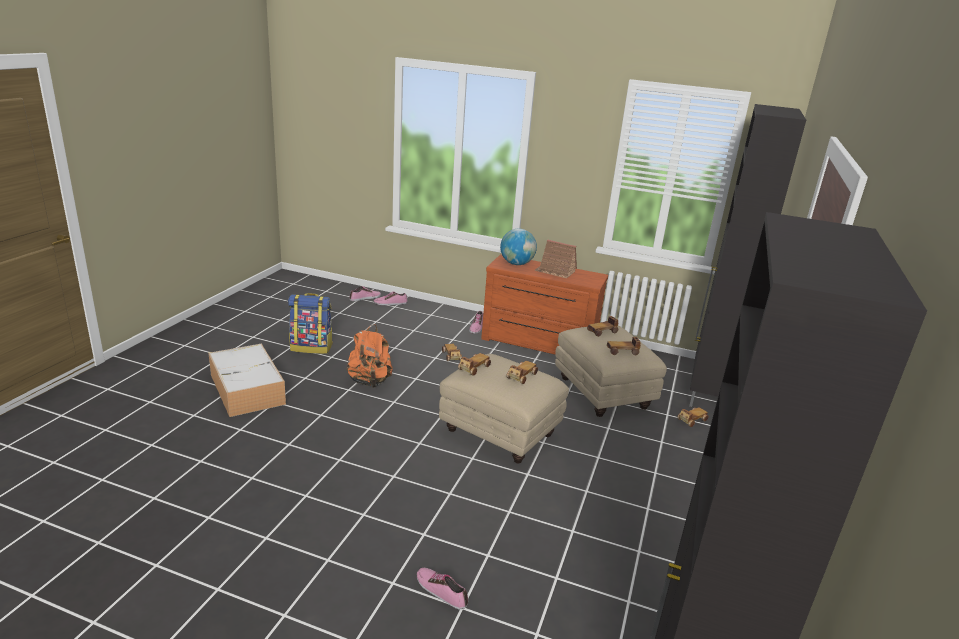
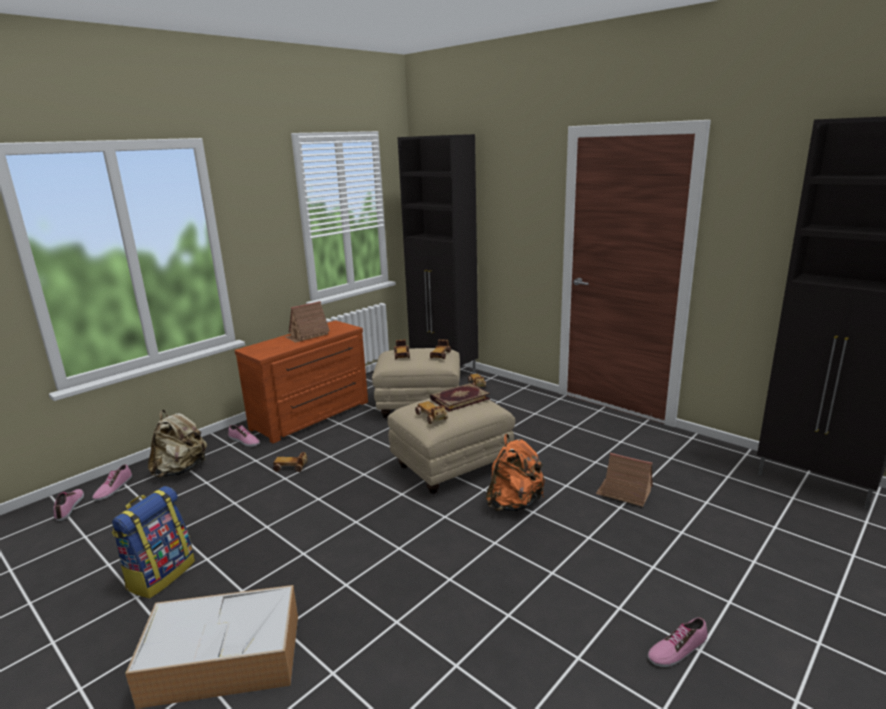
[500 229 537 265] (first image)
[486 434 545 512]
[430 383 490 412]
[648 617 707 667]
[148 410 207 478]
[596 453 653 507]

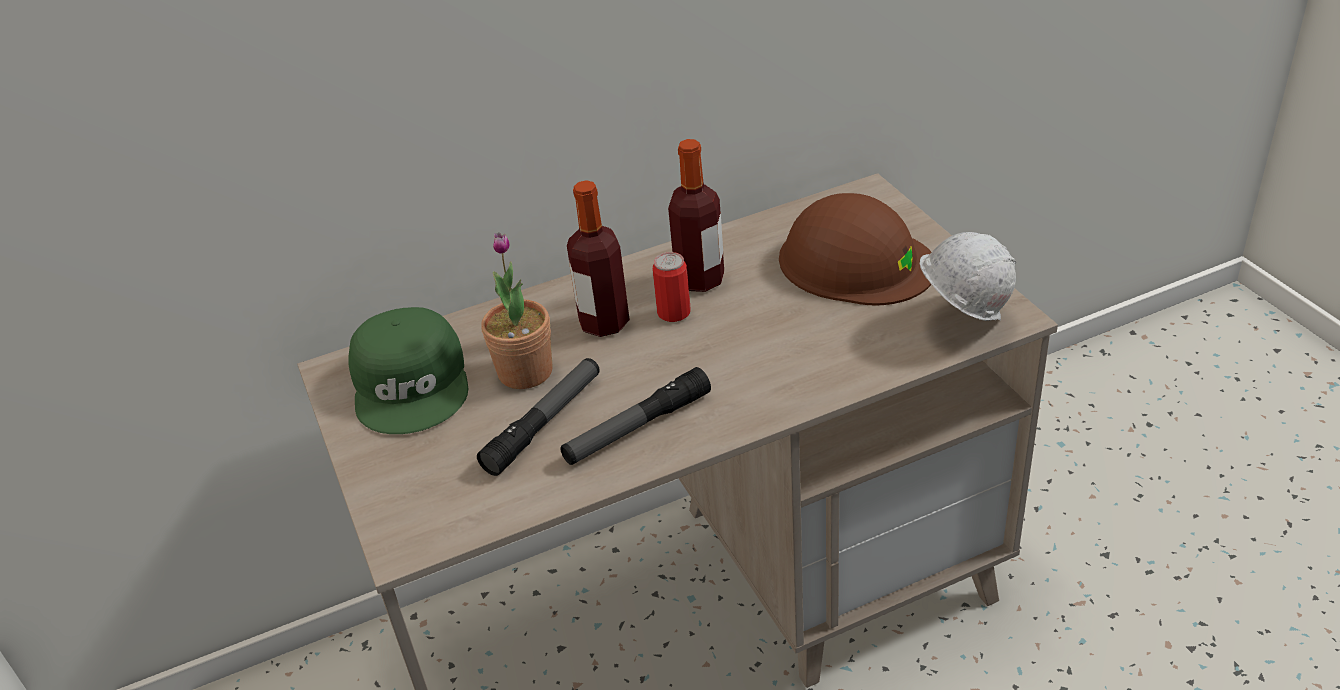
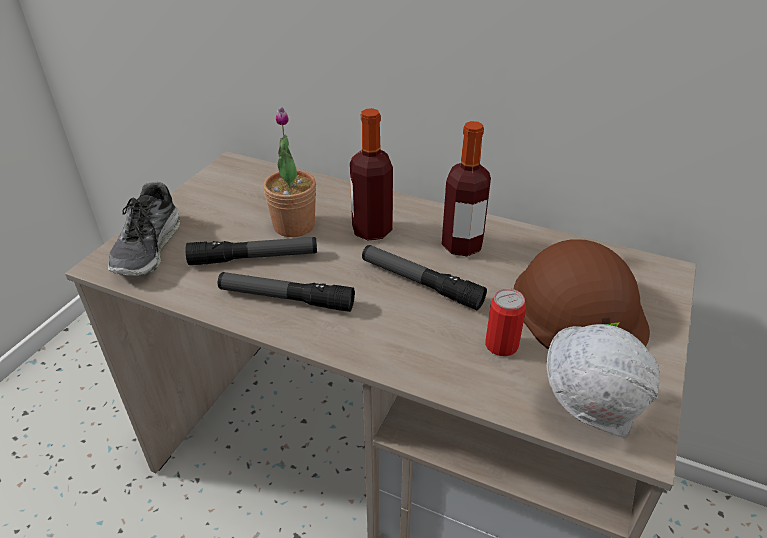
[485 288 526 356]
[348 307 468 434] (first image)
[108 182 180 276]
[362 245 487 310]

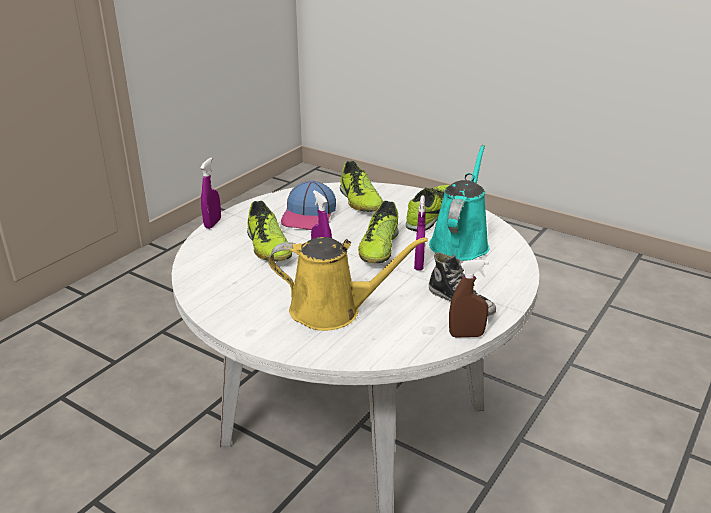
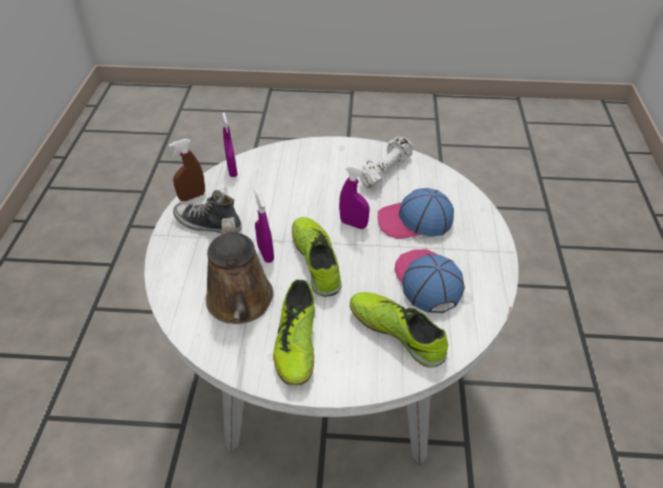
[206 217 274 324]
[222 112 237 177]
[378 188 454 239]
[268 237 428 331] (first image)
[359 137 413 189]

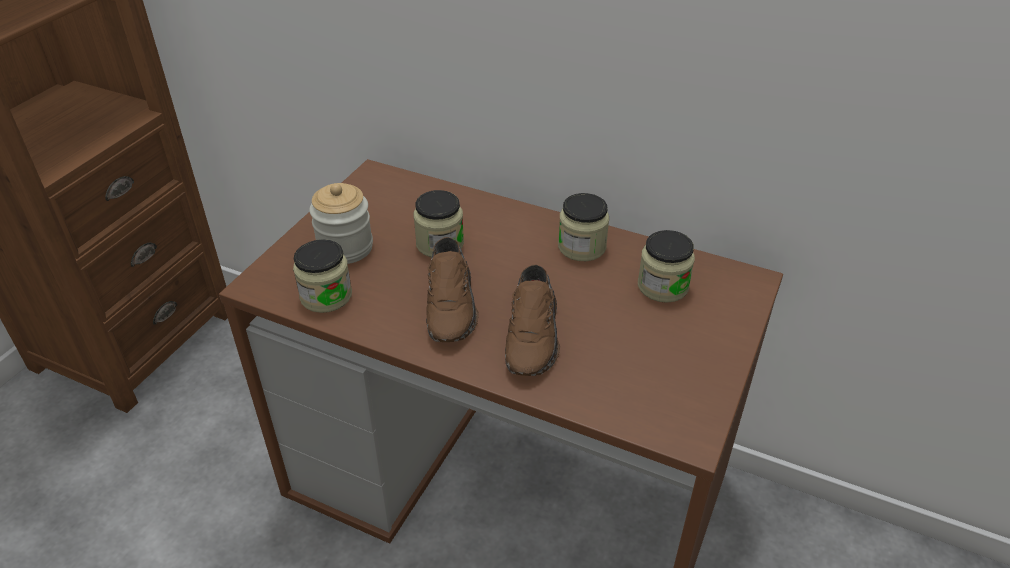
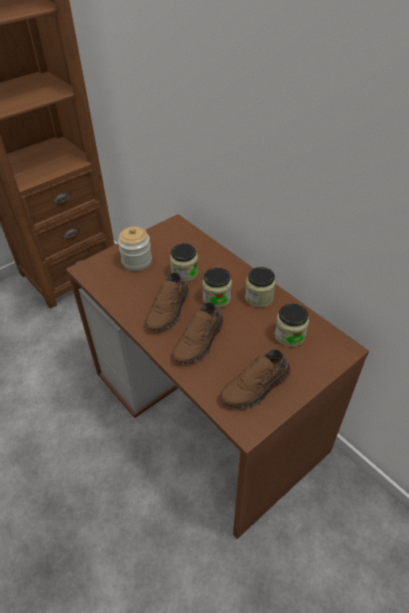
[202 268 232 308]
[221 349 291 409]

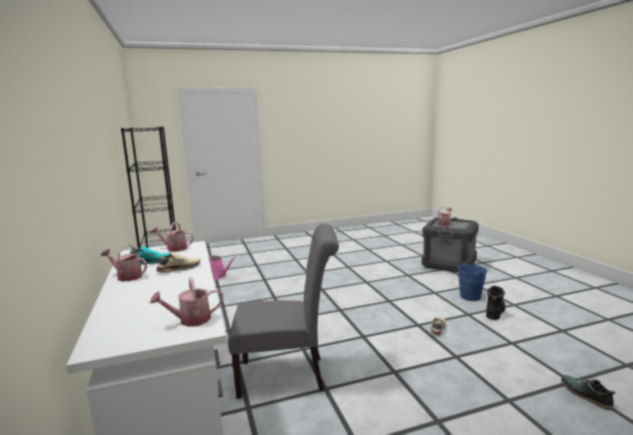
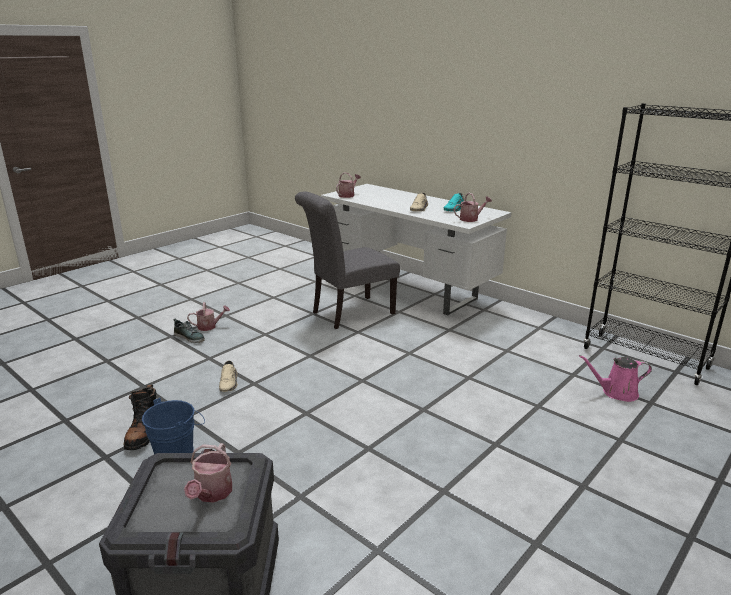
[187 302 230 331]
[173 319 205 343]

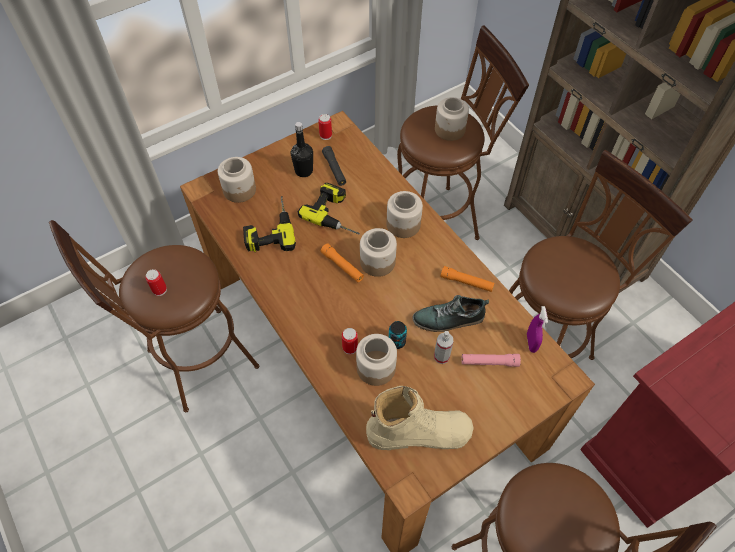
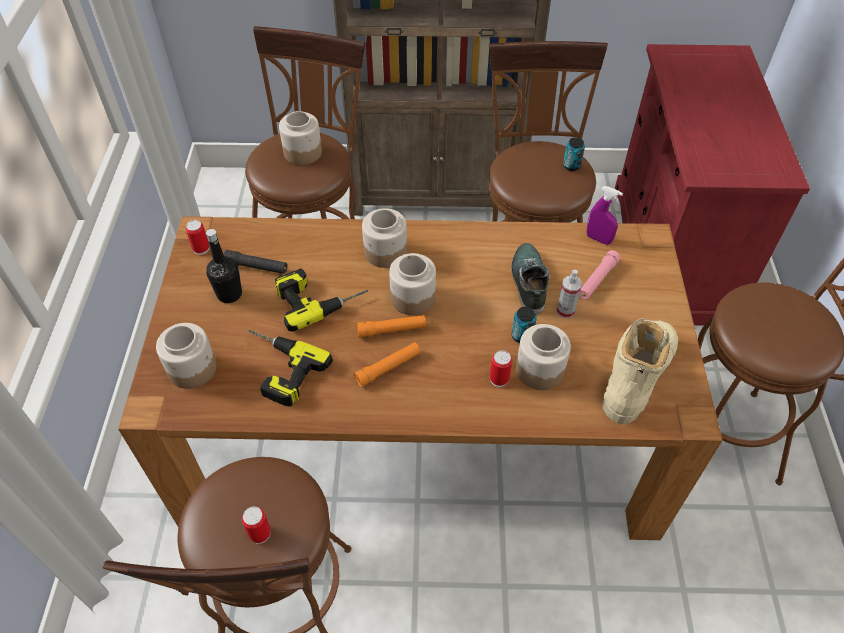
[354 342 421 387]
[511 243 549 314]
[563 137 585 171]

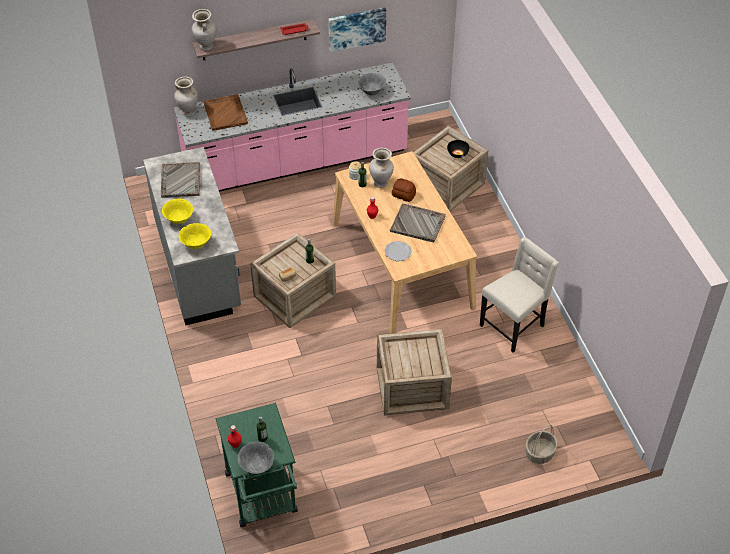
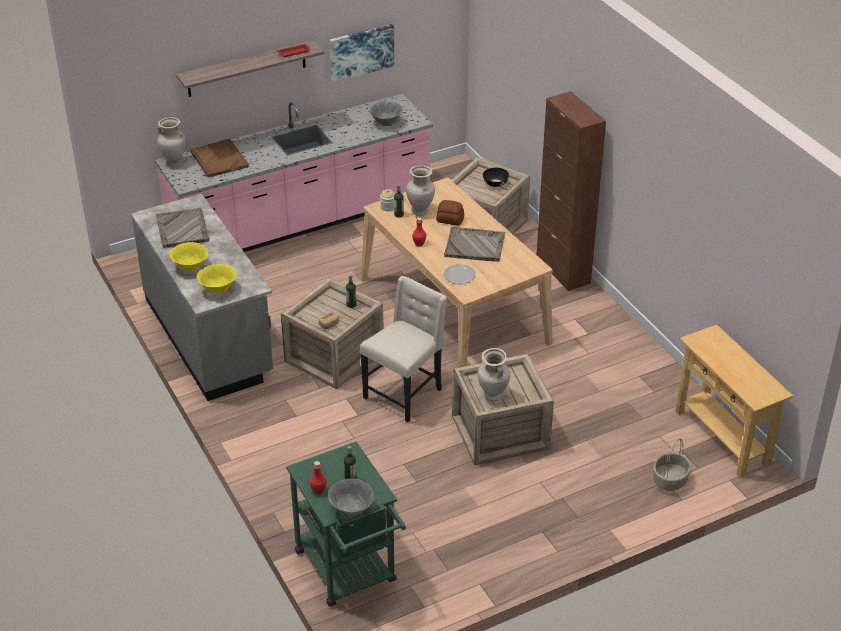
[478 348 510 402]
[360 276 447 422]
[537 91 606 291]
[676 324 793 478]

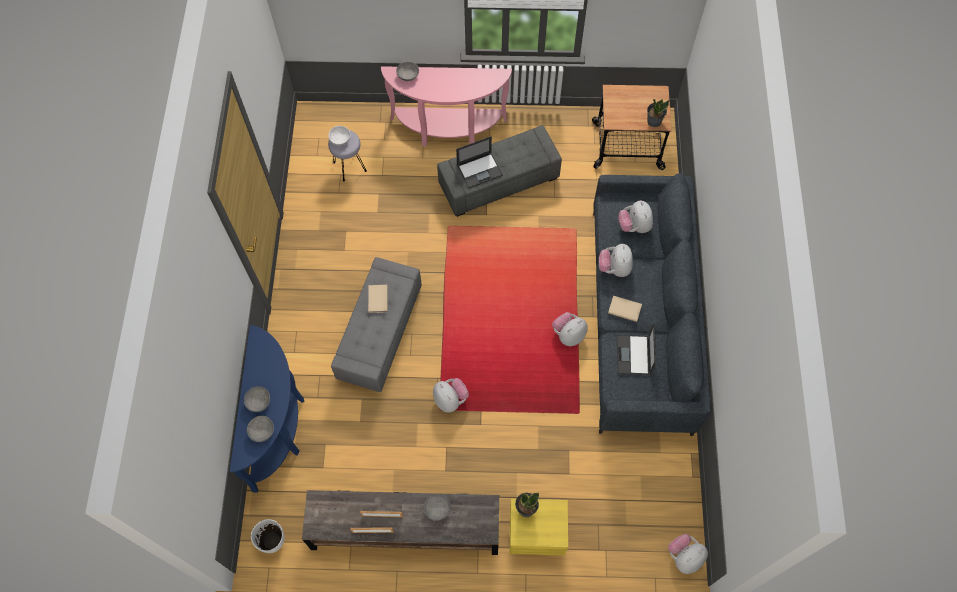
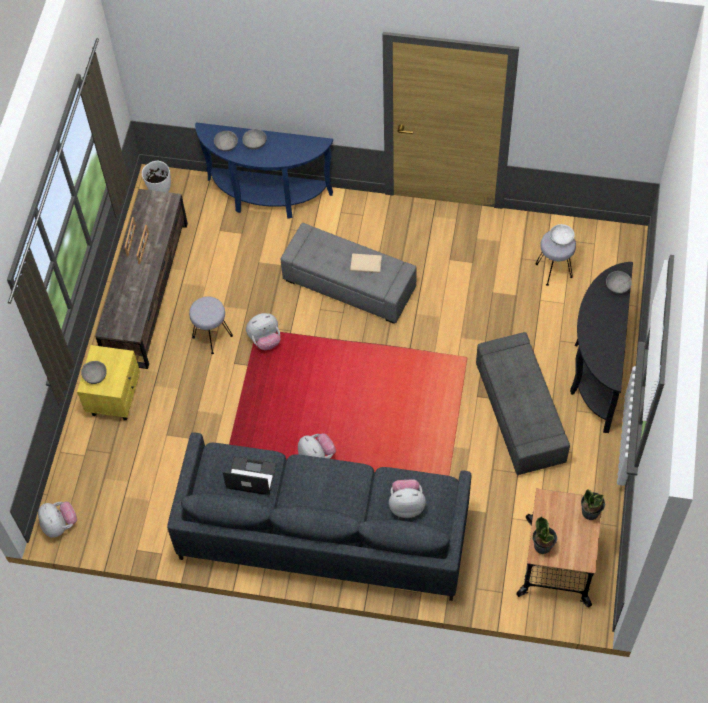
[570 262 633 433]
[456 136 503 188] (first image)
[599 244 633 277] (first image)
[608 296 642 322] (first image)
[581 489 605 520]
[81 361 107 384]
[189 297 233 354]

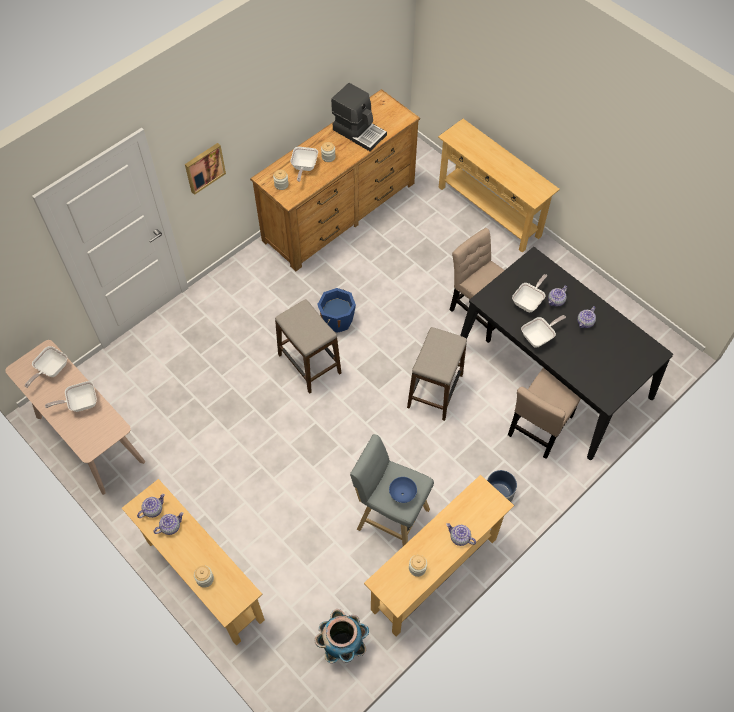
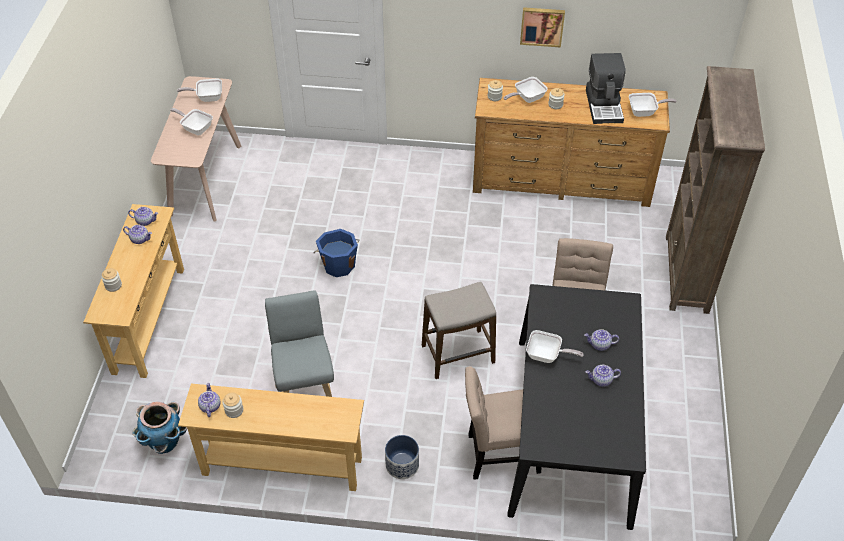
[666 66 765 314]
[520 7 565 48]
[629 93 677 117]
[313 229 360 277]
[275 299 341 394] (first image)
[389 477 417 503] (first image)
[198 383 220 417]

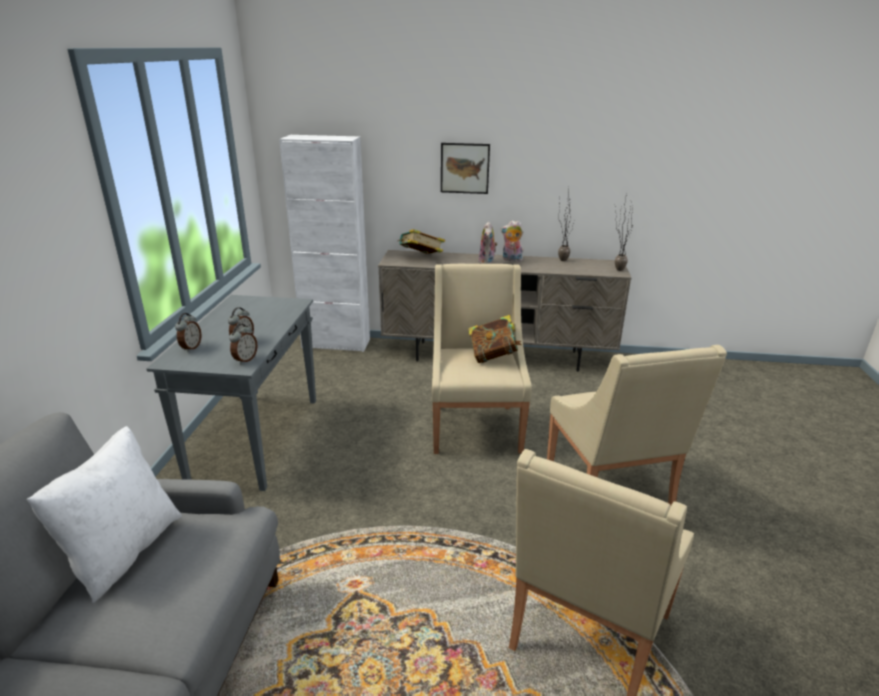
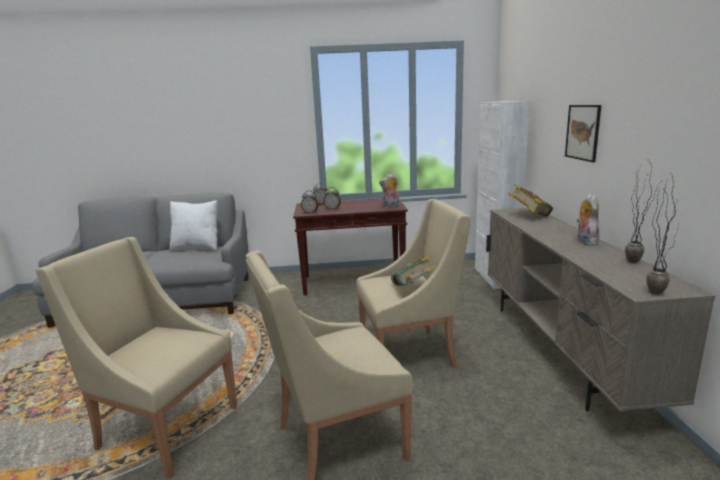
[379 174 399 208]
[293 198 408 295]

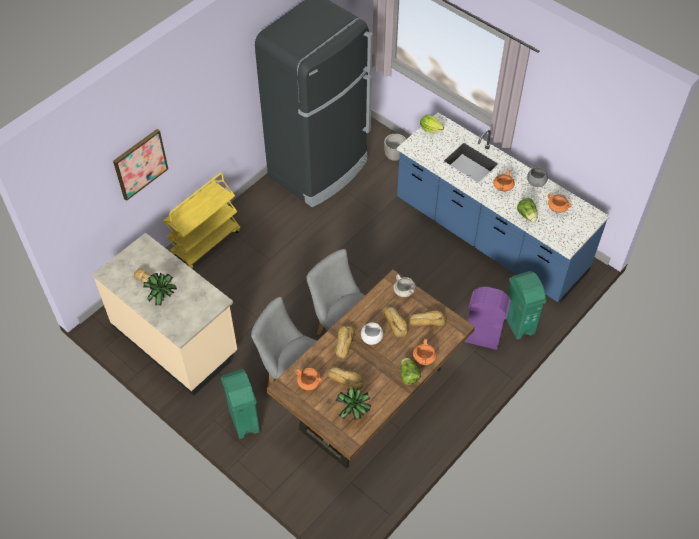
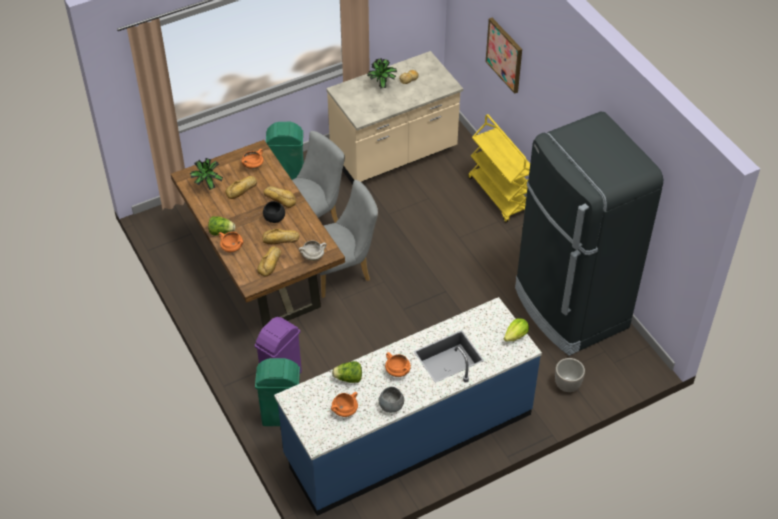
[263 201 285 223]

